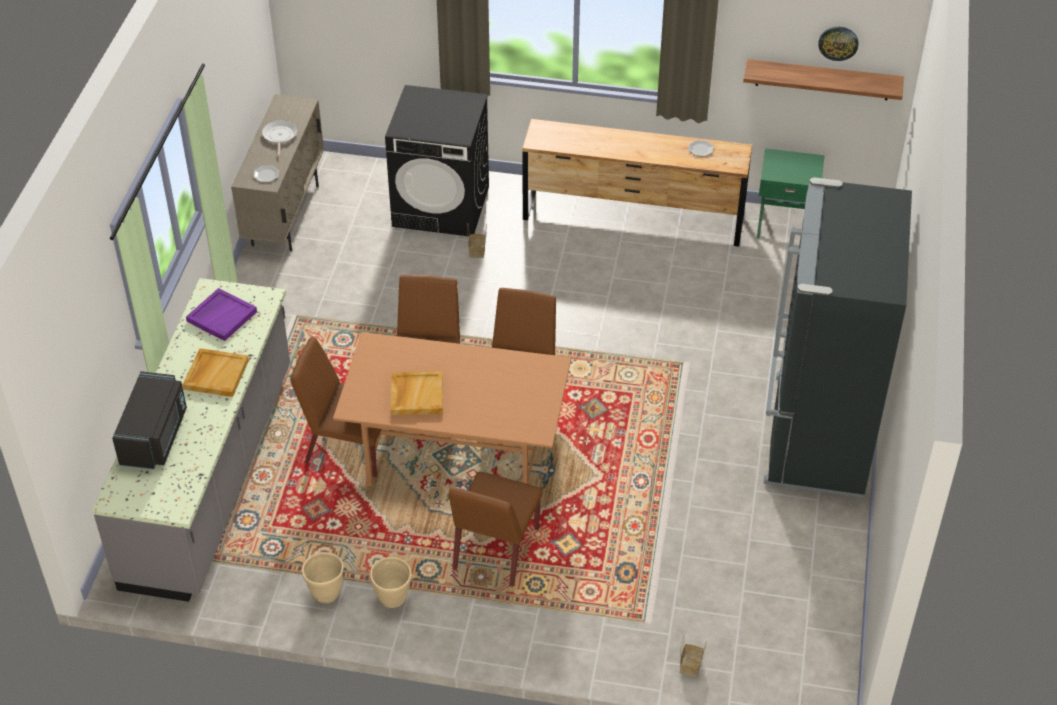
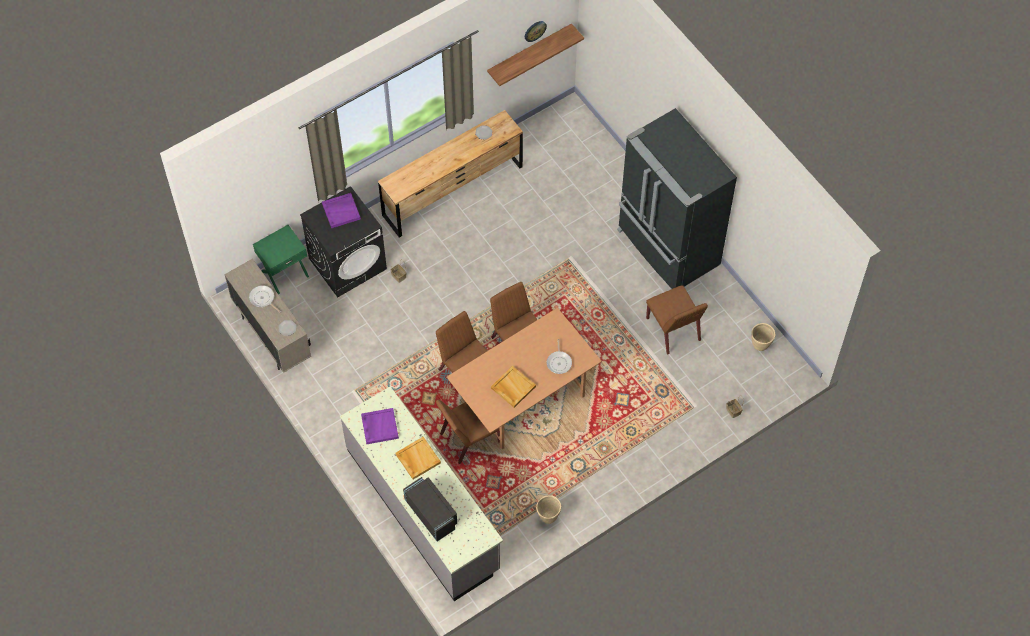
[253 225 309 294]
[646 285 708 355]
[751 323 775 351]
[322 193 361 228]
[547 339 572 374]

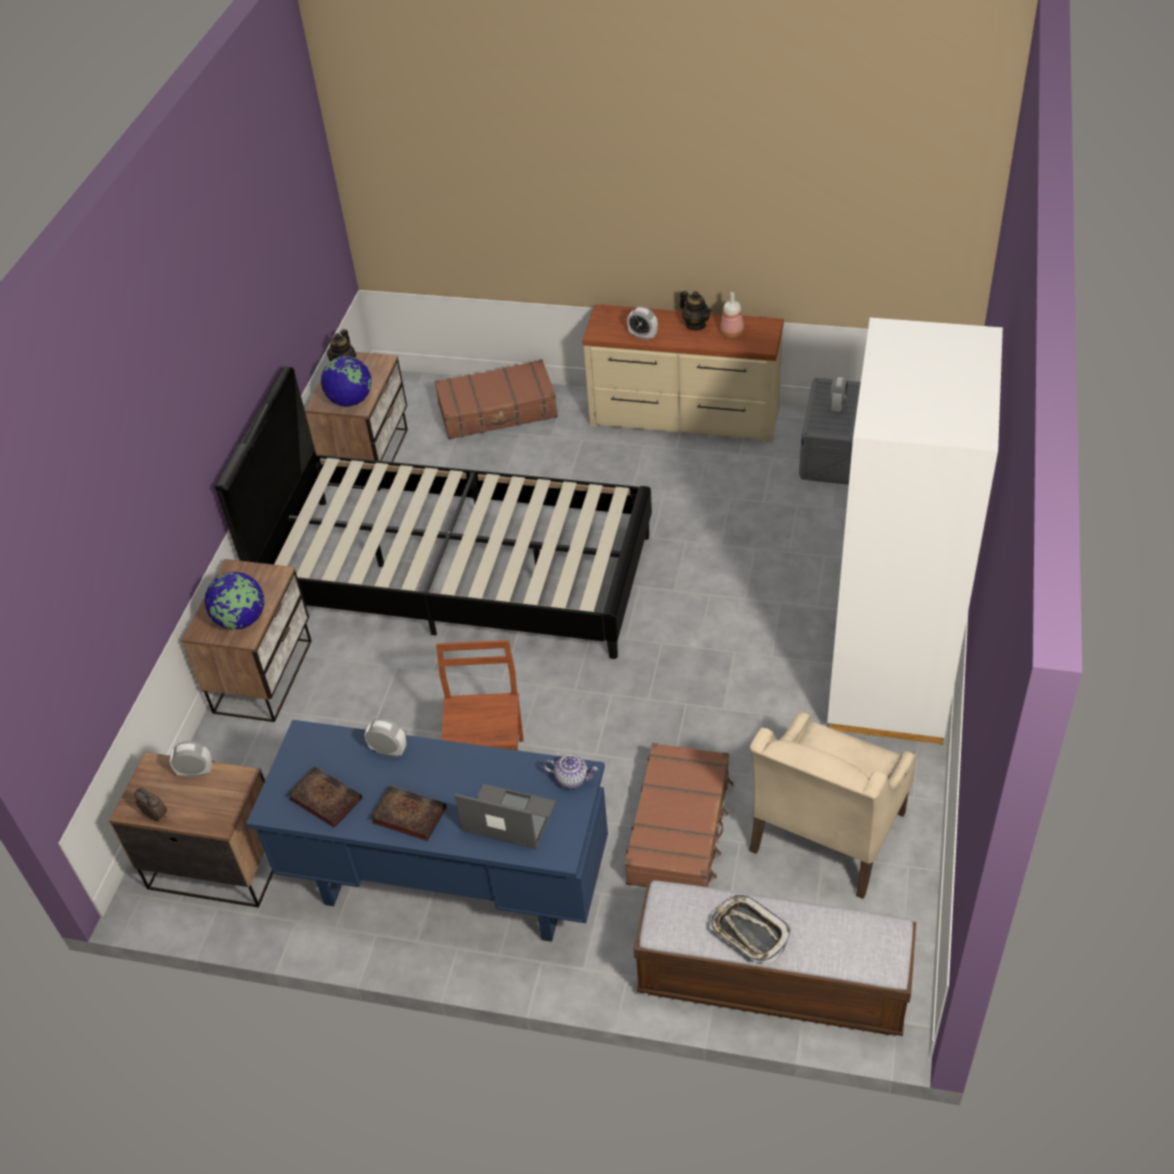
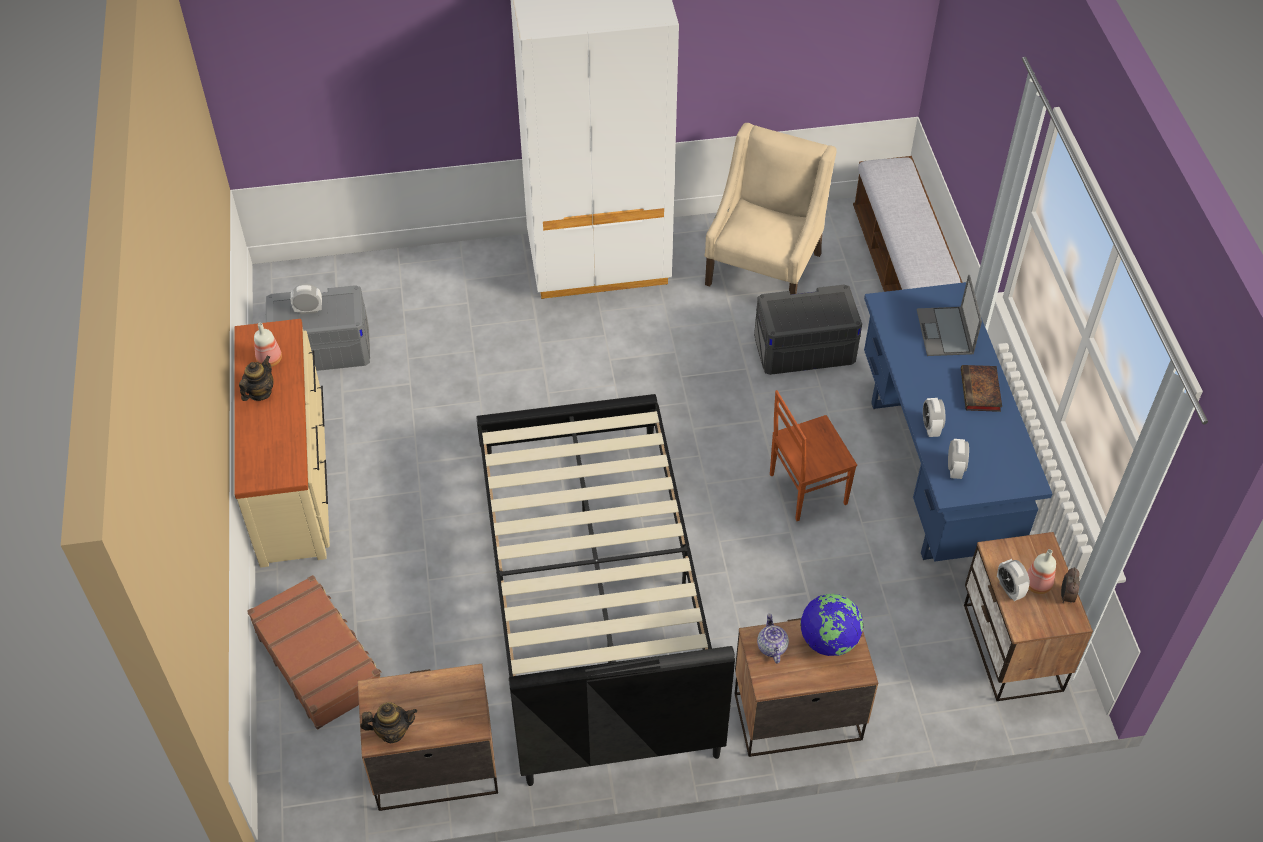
[948 439 969 479]
[321 356 372 407] (first image)
[704 123 837 294]
[754 285 862 375]
[757 613 789 664]
[287 766 362 828] (first image)
[710 895 791 963] (first image)
[1027 549 1056 594]

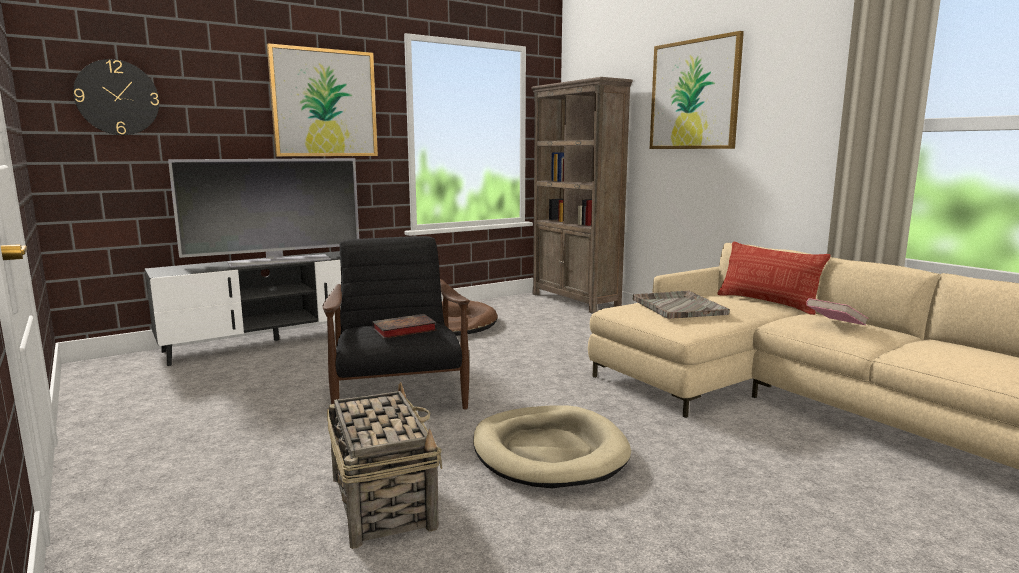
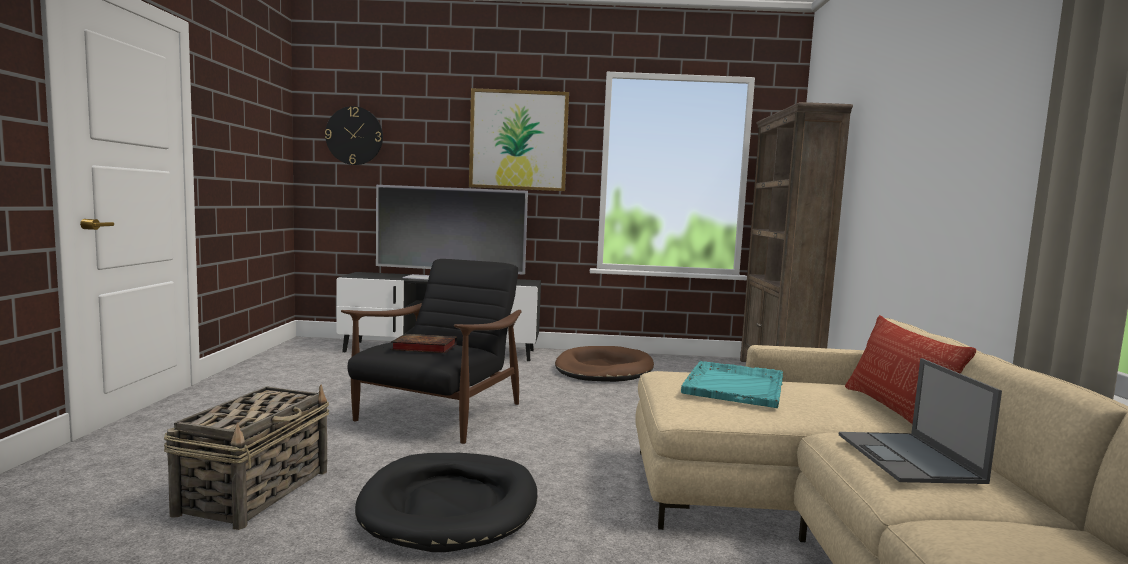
[650 31 744 149] (first image)
[681 361 783 408]
[839 358 1002 484]
[355 453 537 552]

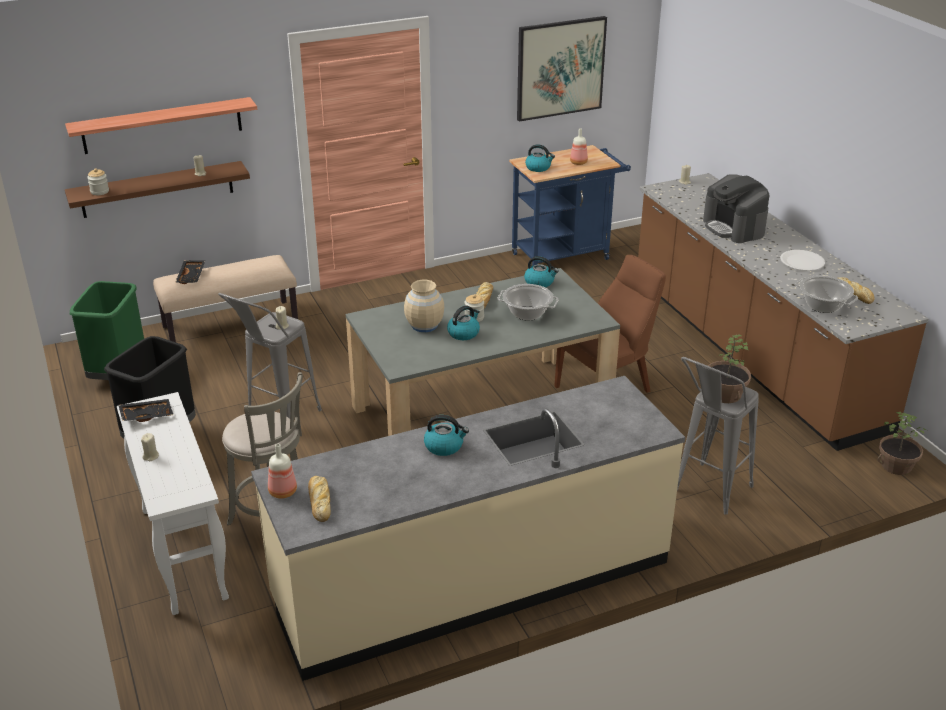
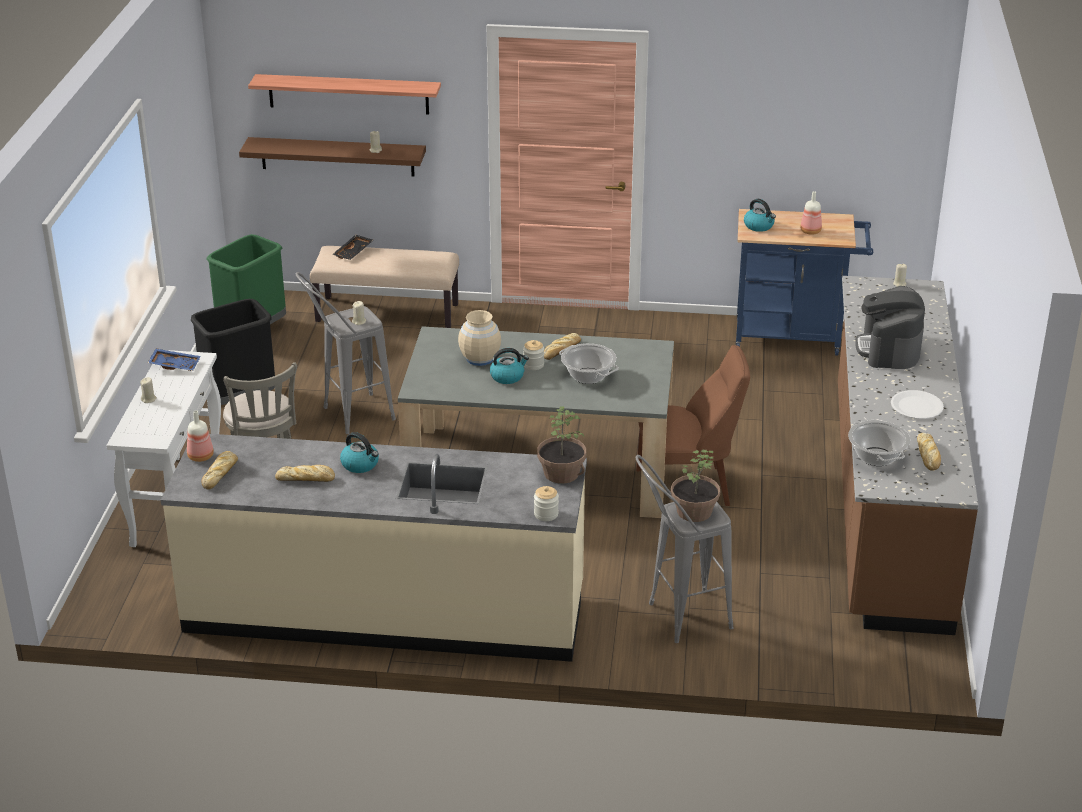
[517 16 607 122] (first image)
[534 486 559 521]
[524 256 559 288] (first image)
[148 348 201 371]
[537 406 586 483]
[275 465 335 482]

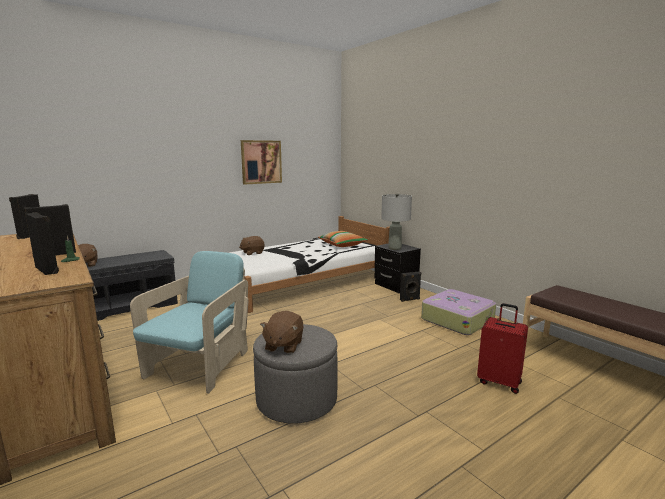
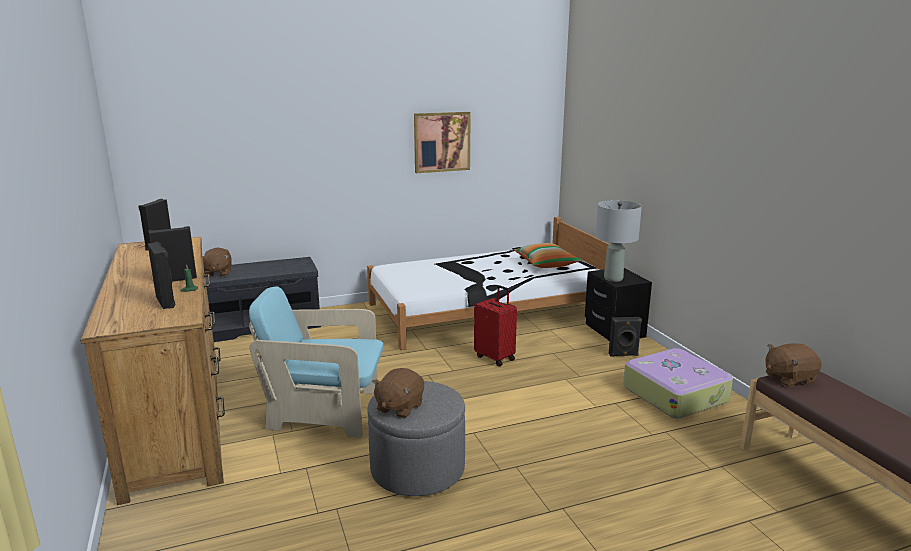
[765 343 822 387]
[249 286 383 438]
[474 285 517 367]

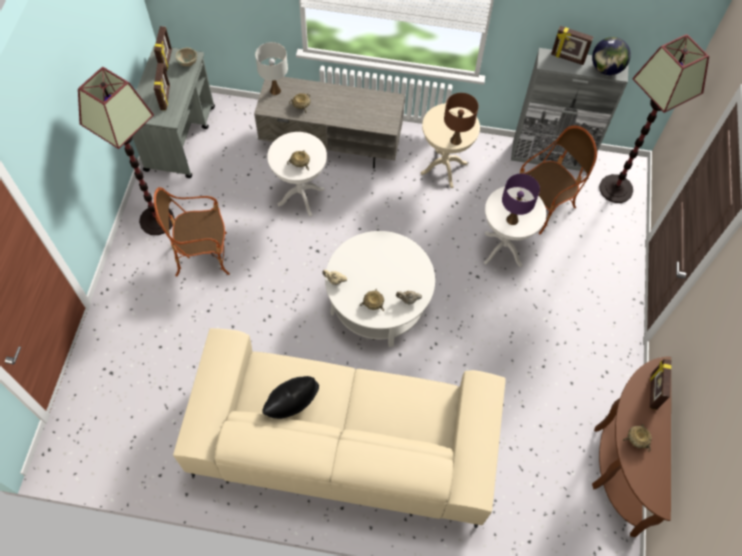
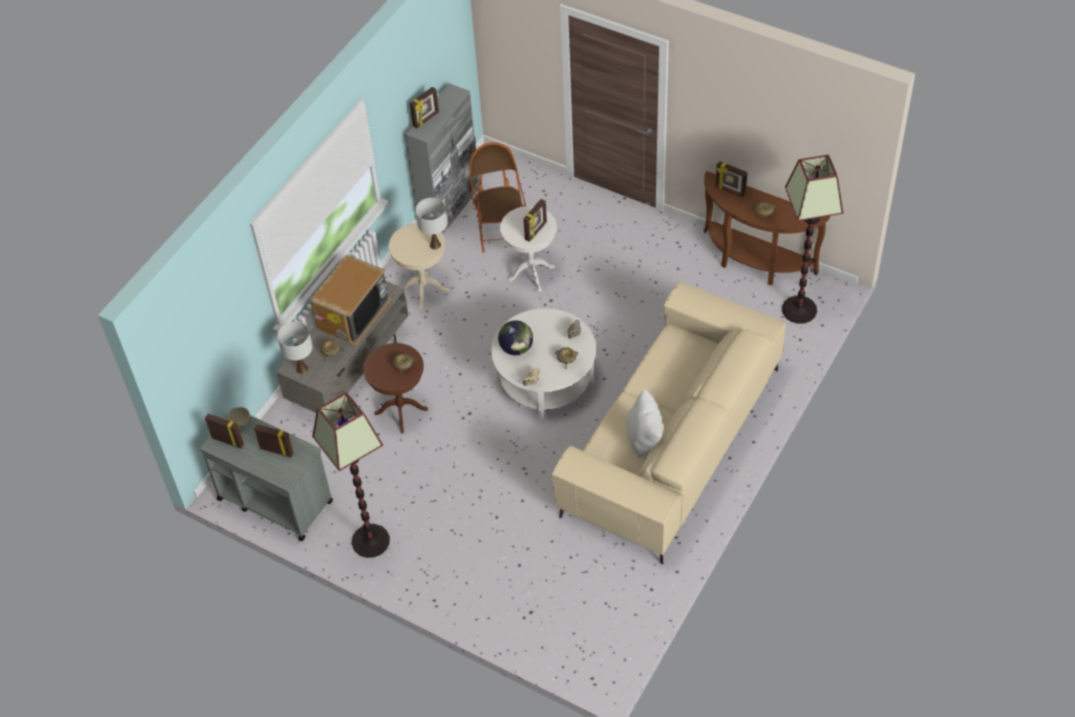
[782 155 843 324]
[498 320 533 355]
[415 198 447 249]
[363 343 428 433]
[523 199 547 242]
[154 187 230 277] (first image)
[626 389 663 458]
[311 255 391 345]

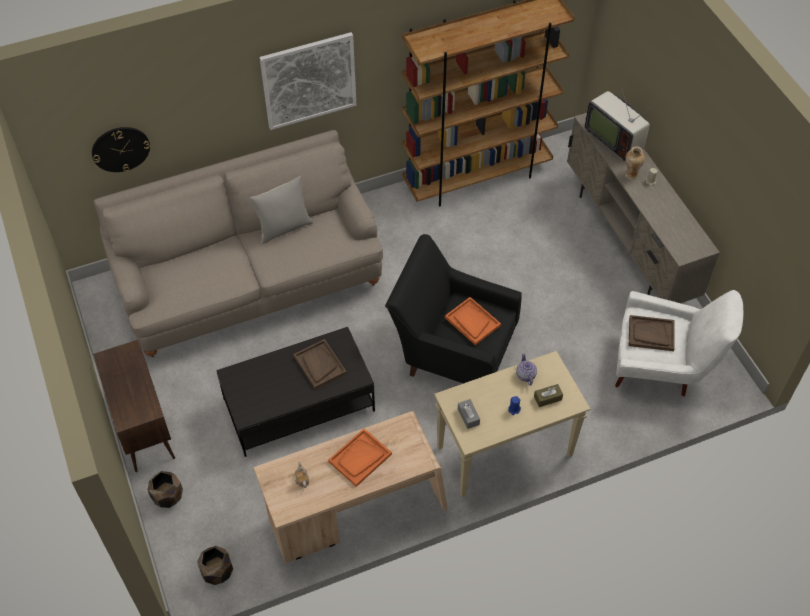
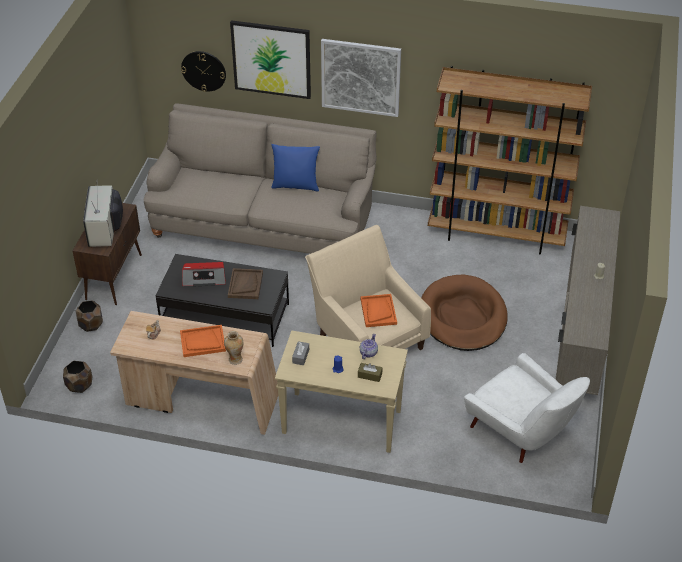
[83 185 123 247]
[224 331 243 365]
[271 144 320 191]
[305 225 431 350]
[629 315 675 351] (first image)
[230 20 311 99]
[182 262 226 286]
[421 274 508 351]

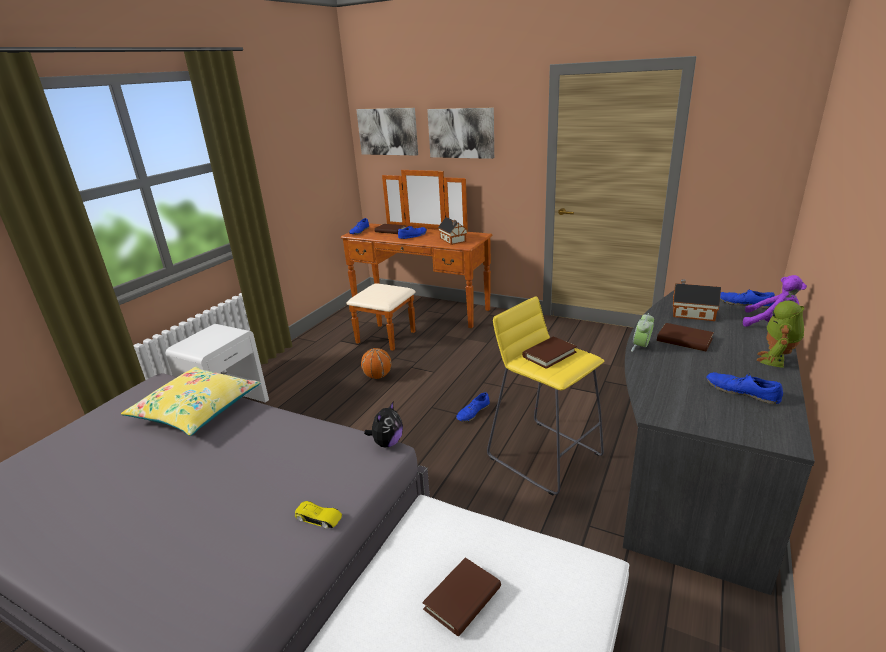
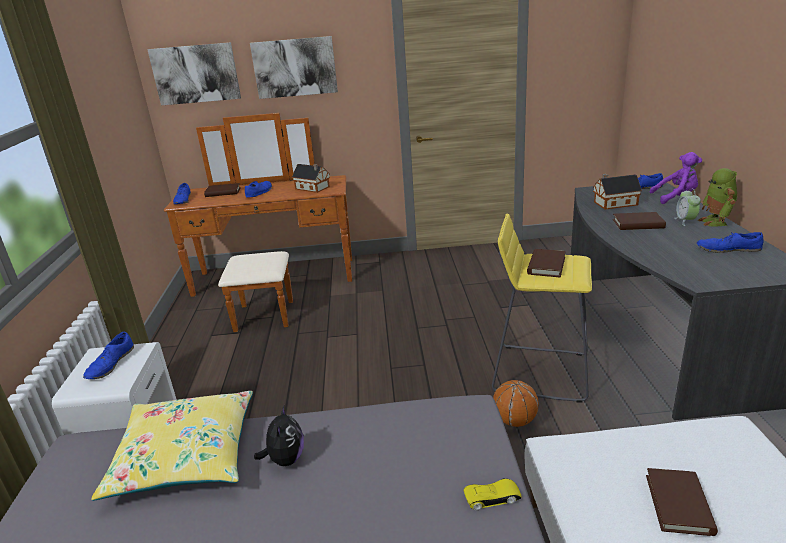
[674 188 701 226]
[493 380 539 427]
[83 332 134 379]
[254 406 304 466]

